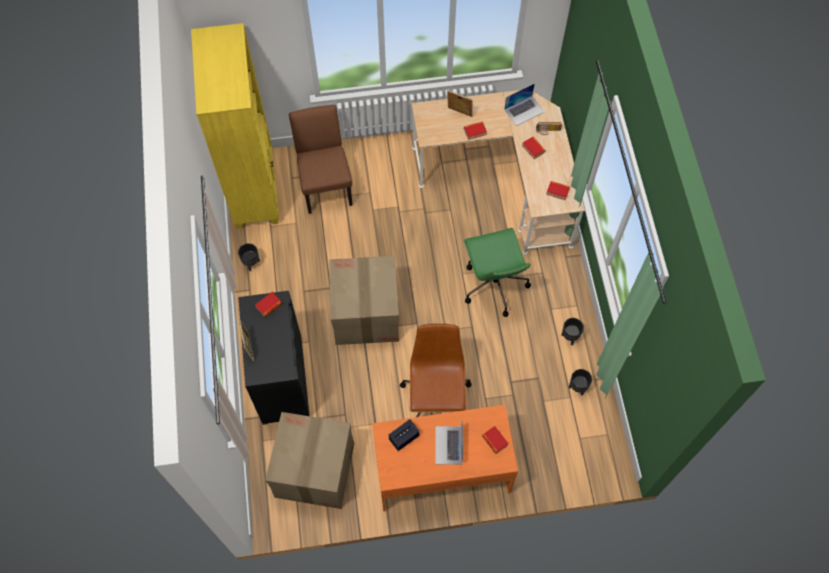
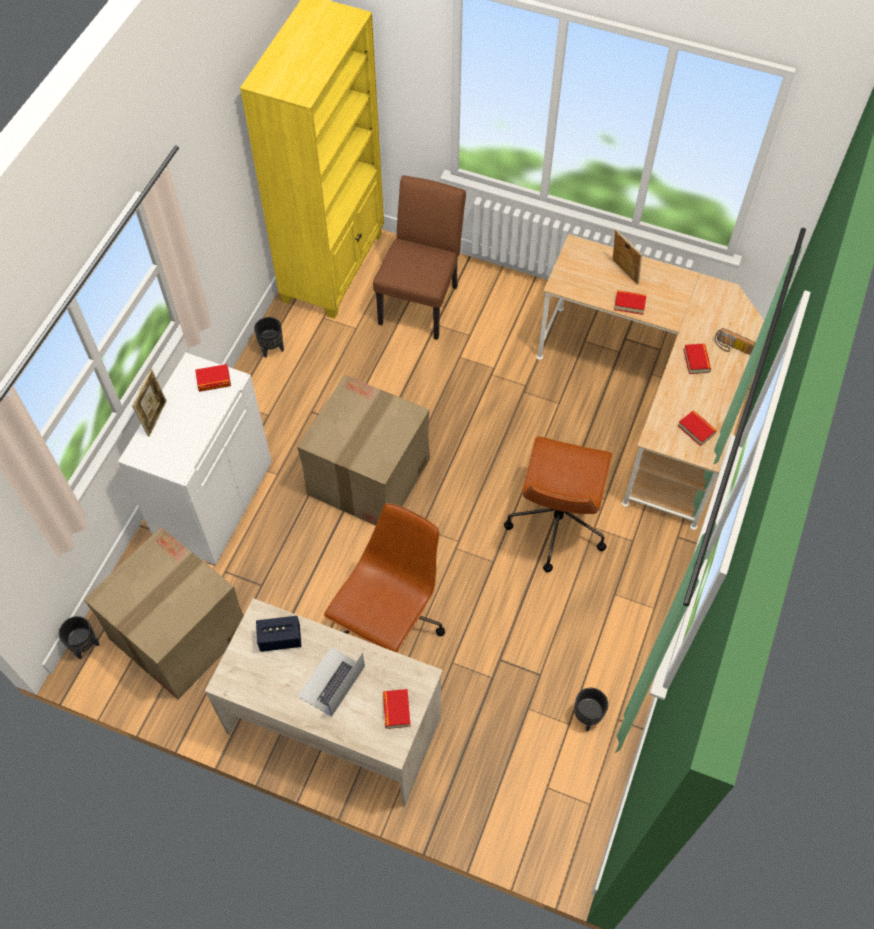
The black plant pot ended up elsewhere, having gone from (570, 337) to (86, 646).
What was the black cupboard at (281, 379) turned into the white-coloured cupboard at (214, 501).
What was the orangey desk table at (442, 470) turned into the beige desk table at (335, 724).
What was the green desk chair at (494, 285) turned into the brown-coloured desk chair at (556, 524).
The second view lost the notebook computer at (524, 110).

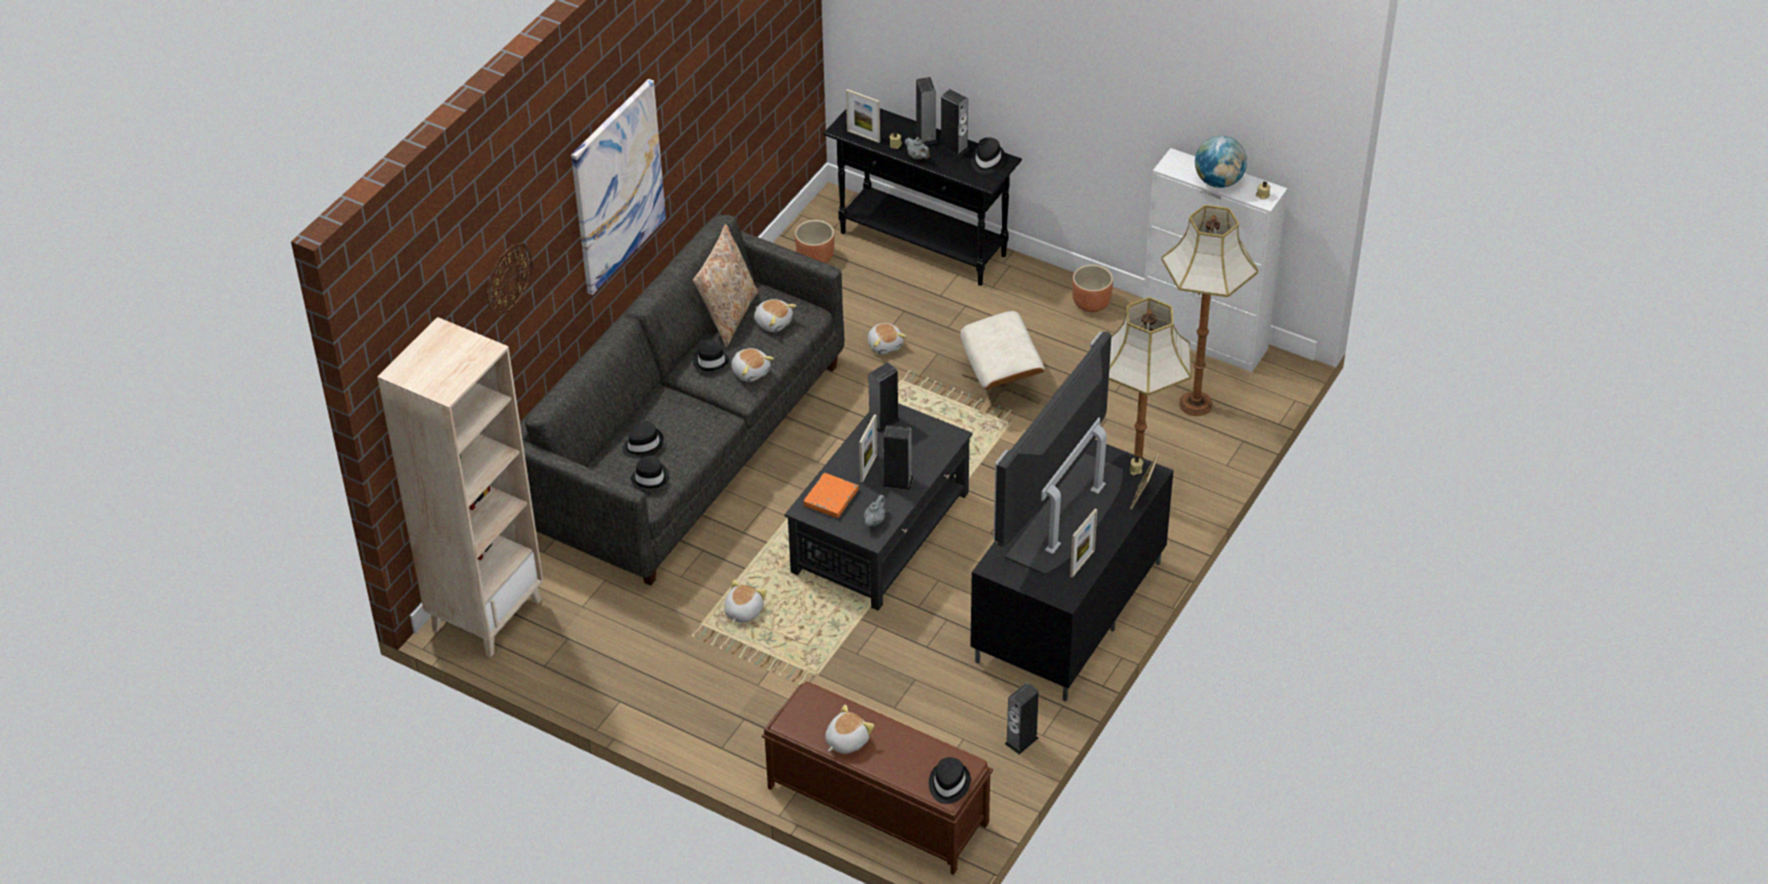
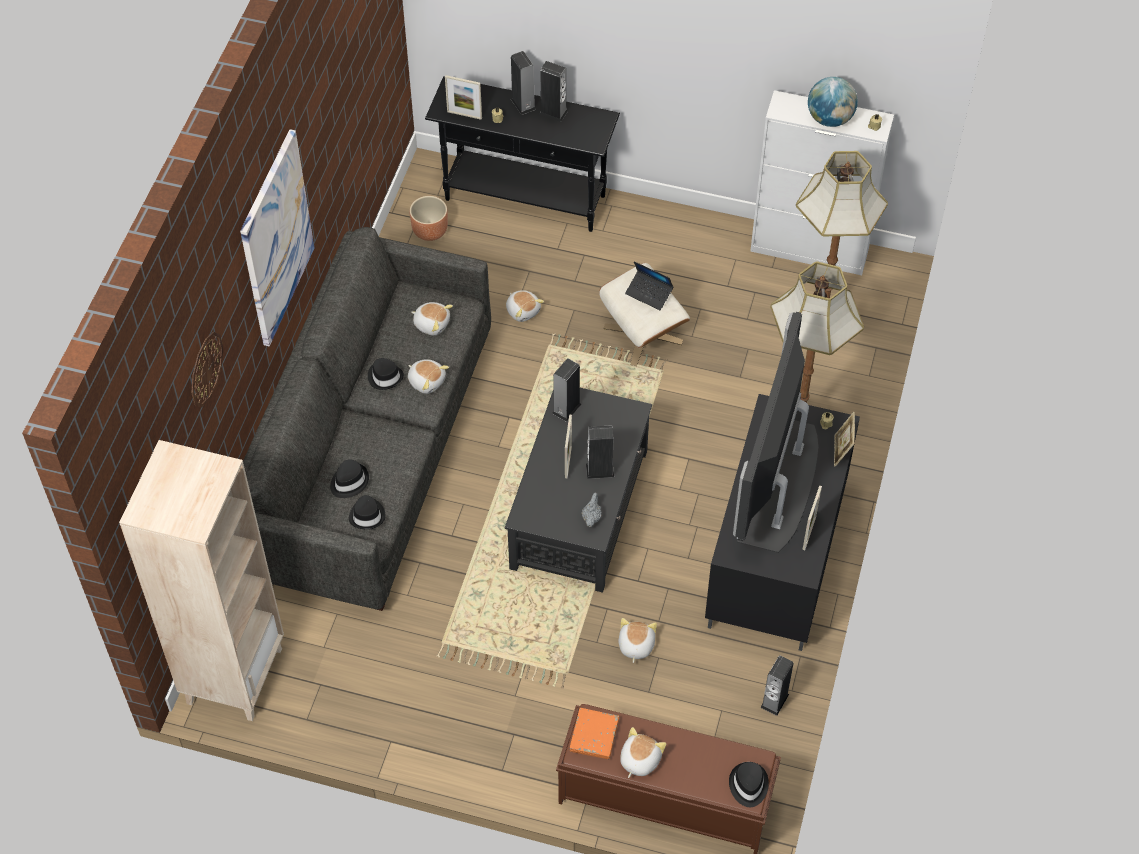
The orangey bound book ended up elsewhere, having gone from (831, 498) to (594, 735).
The plush toy ended up elsewhere, having gone from (742, 611) to (635, 645).
The second view gained the notebook computer at (649, 293).
The second view lost the beige cushion at (728, 315).
The second view lost the grey teapot at (917, 157).
The second view lost the black hat at (987, 161).
The second view lost the brown-coloured plant pot at (1090, 303).

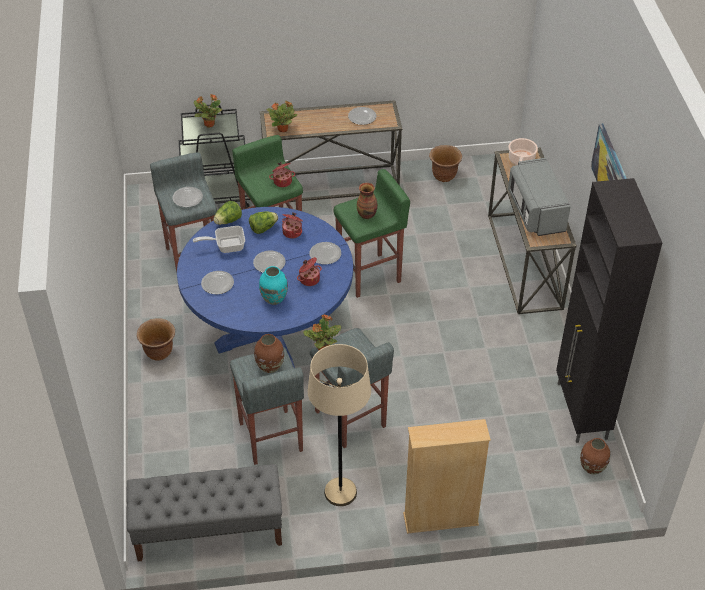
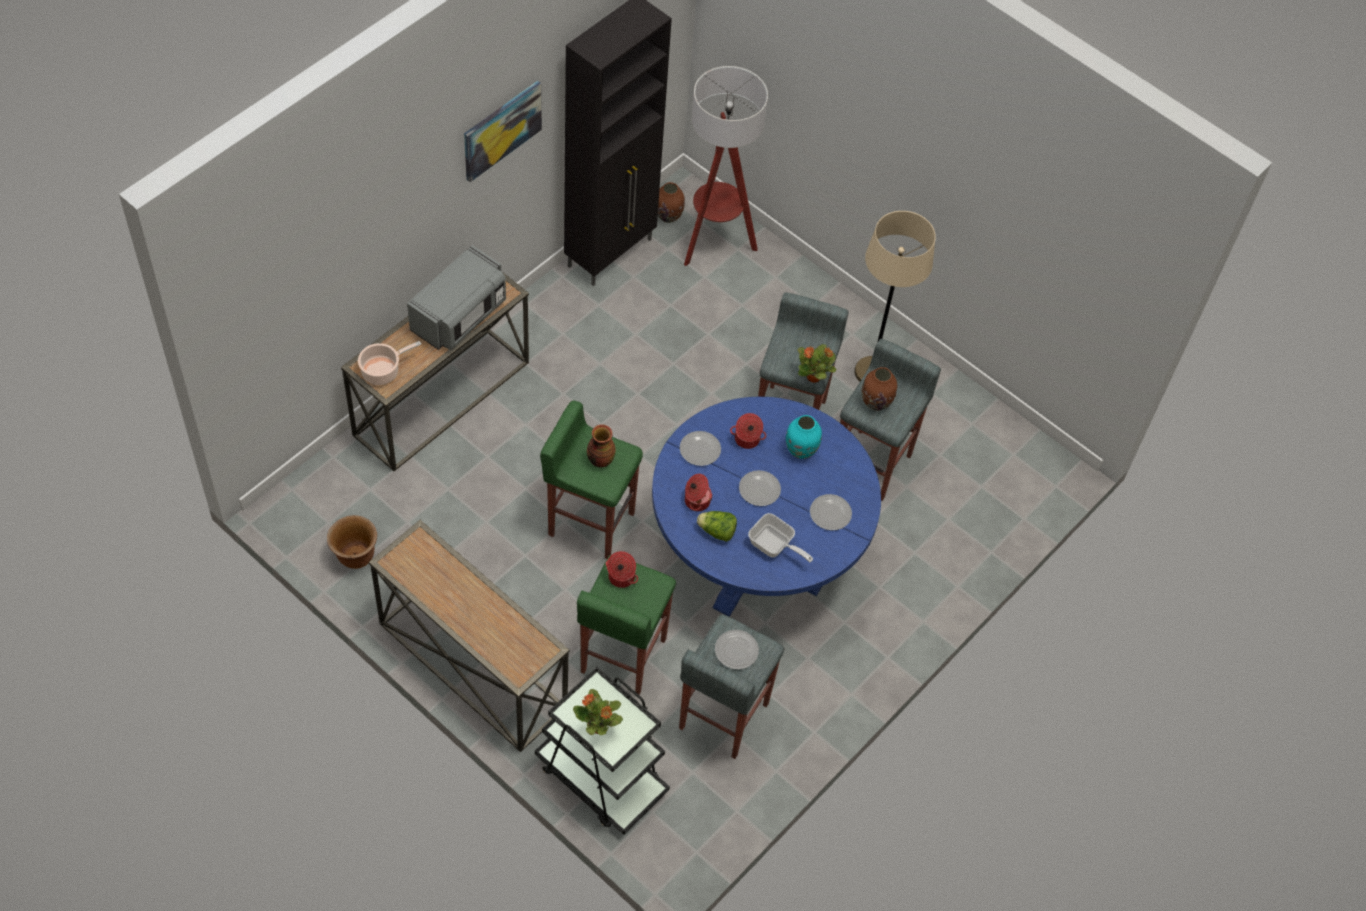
The second view gained the floor lamp at (714, 241).
The second view lost the grey indoor bench at (208, 530).
The second view lost the brown-coloured plant pot at (159, 352).
The second view lost the head of lettuce at (228, 221).
The second view lost the houseplant at (283, 129).
The second view lost the plate at (361, 117).
The second view lost the beige bookshelf at (440, 519).

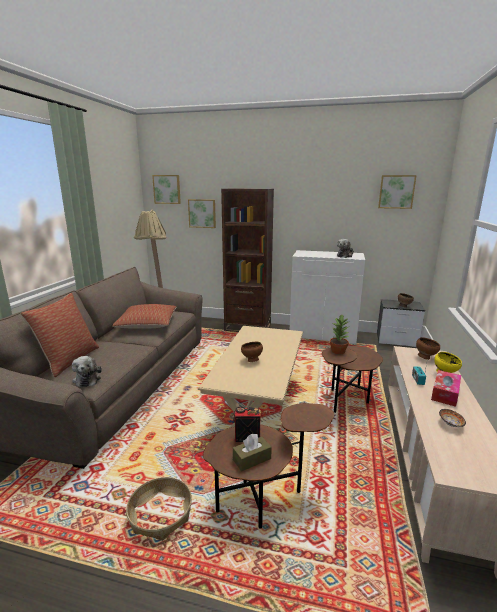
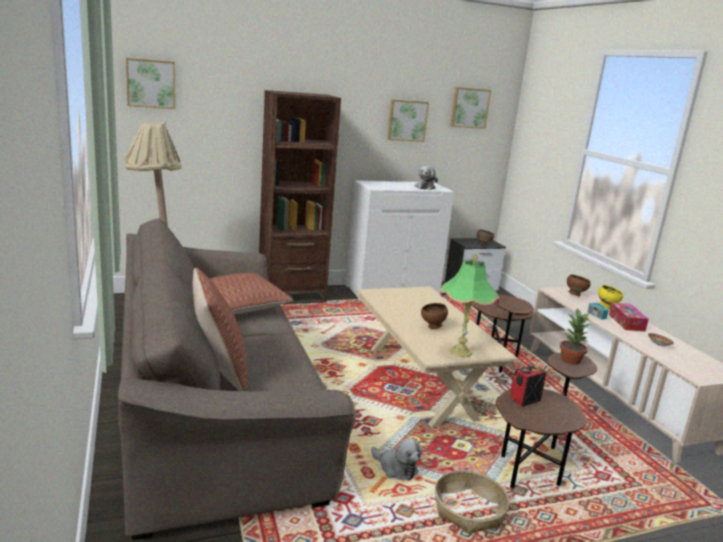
The plush toy ended up elsewhere, having gone from (87, 379) to (396, 468).
The picture ended up elsewhere, having gone from (202, 213) to (407, 120).
The second view gained the tabletop lamp at (460, 352).
The houseplant ended up elsewhere, having gone from (338, 351) to (571, 360).
The second view lost the brown-coloured tissue holder at (252, 459).

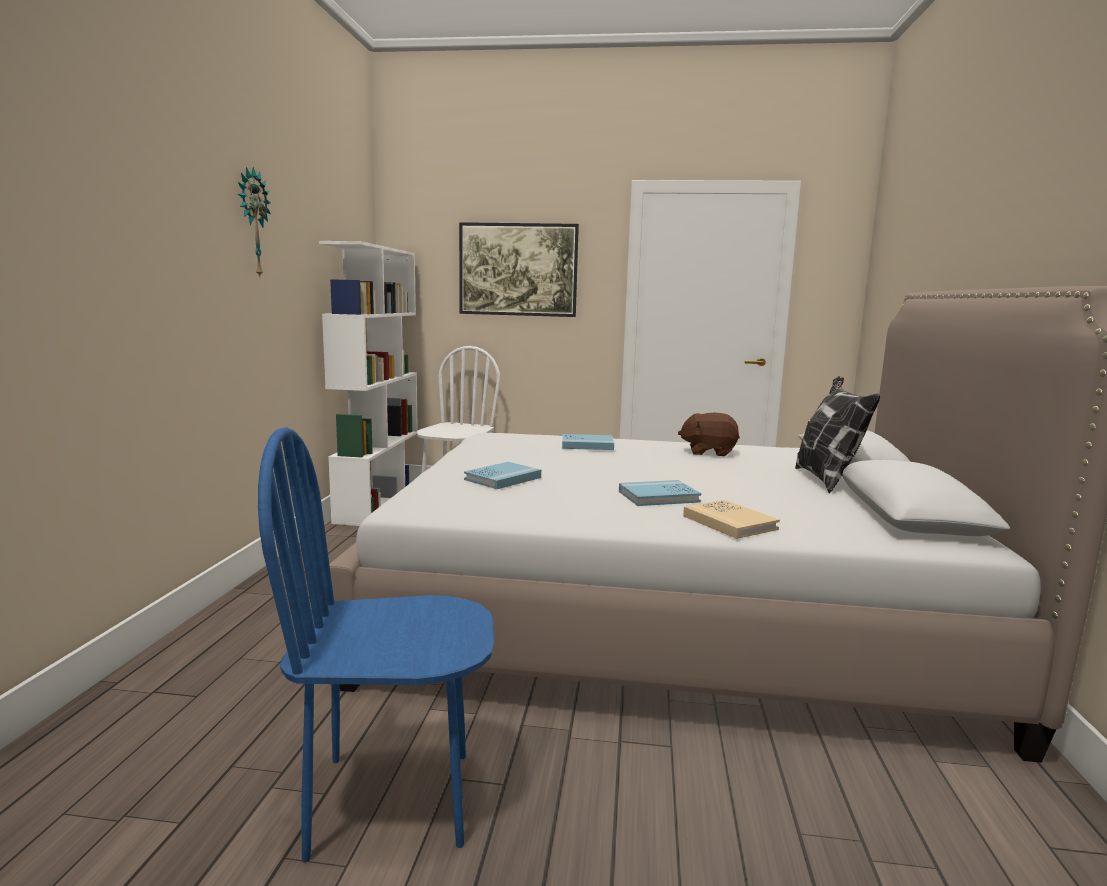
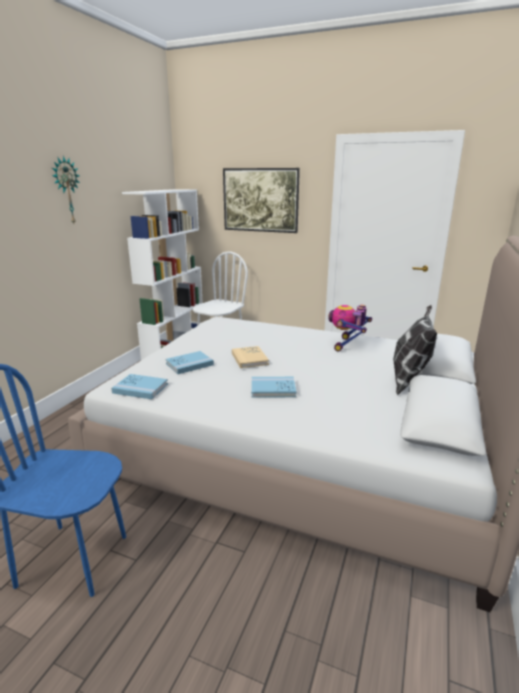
The blue bound book ended up elsewhere, having gone from (587, 445) to (140, 388).
The beige bound book ended up elsewhere, having gone from (729, 522) to (249, 359).
Where the brown-coloured plush toy stood at (708, 452), the robot figure came to stand at (347, 345).

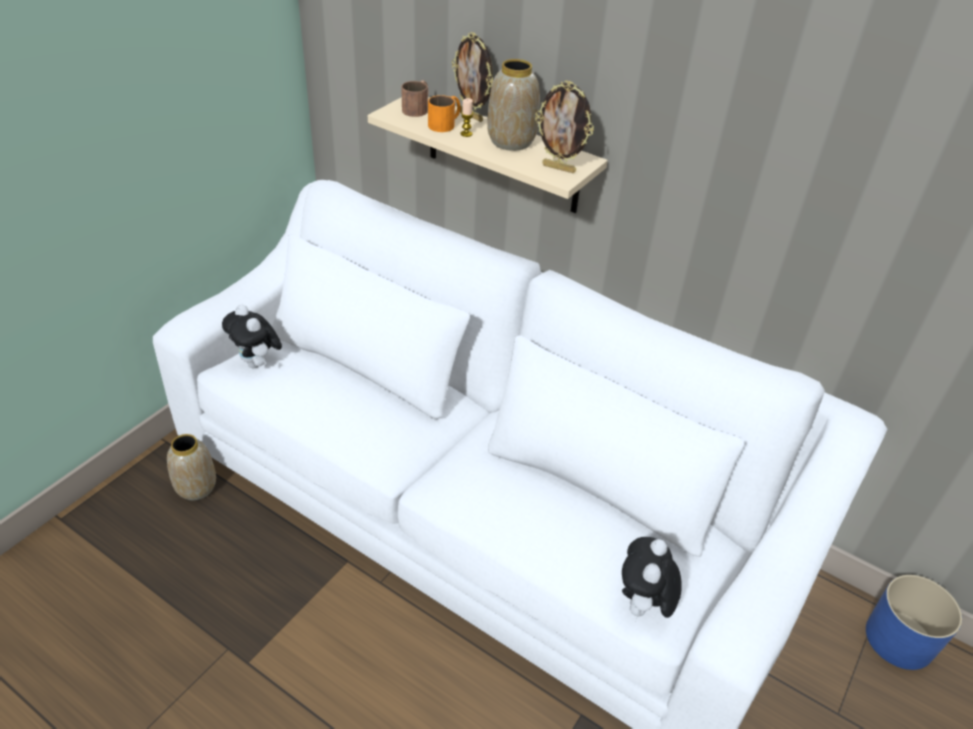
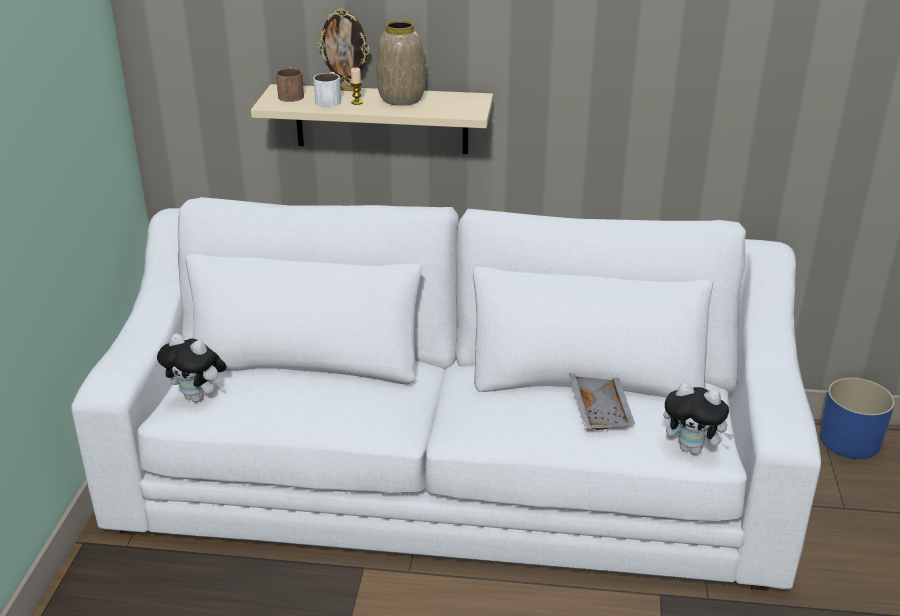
What was the orangey coffee mug at (446, 124) turned into the white-coloured coffee mug at (330, 99).
The second view gained the grey serving tray at (601, 406).
The plush toy at (643, 606) ended up facing another way, 60 degrees counterclockwise from before.
The second view lost the flower vase at (196, 488).
The second view lost the picture frame at (559, 168).

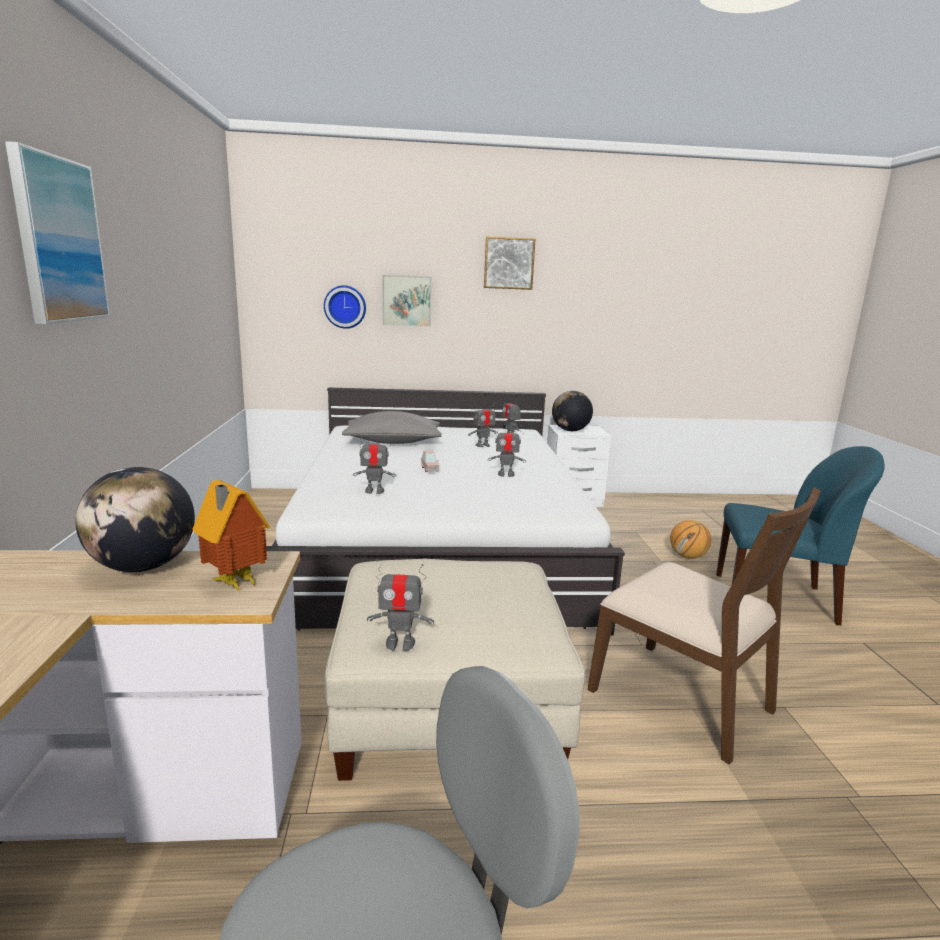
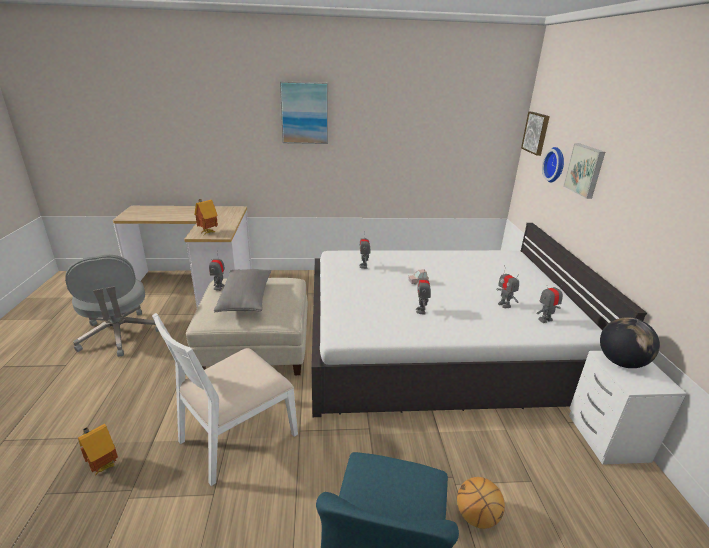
The second view gained the model house at (103, 466).
What was the brown-coloured chair at (683, 699) turned into the white-coloured chair at (236, 436).
The grey cushion ended up elsewhere, having gone from (393, 442) to (246, 300).
The picture ended up elsewhere, having gone from (508, 263) to (536, 133).
The second view lost the world globe at (143, 566).

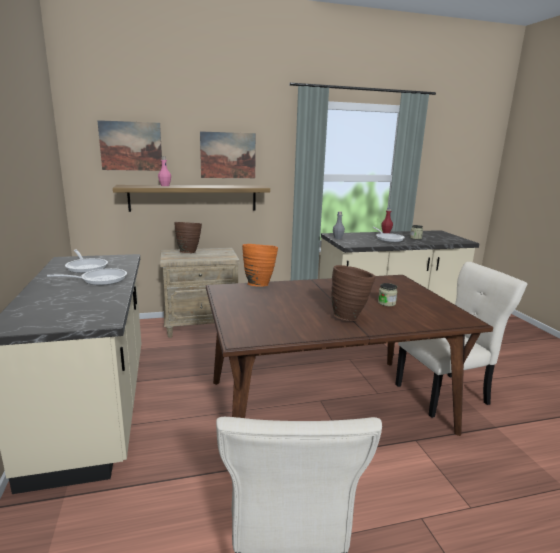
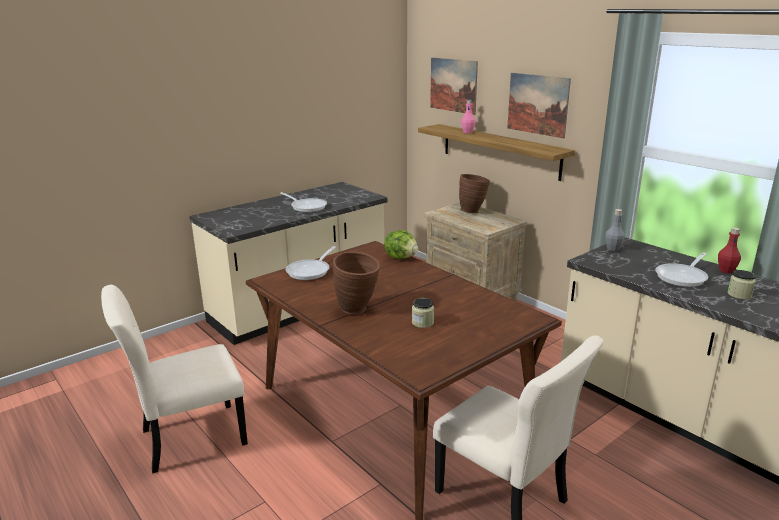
The frying pan ended up elsewhere, having gone from (86, 267) to (311, 271).
Where the orangey flower vase stood at (259, 284), the head of lettuce came to stand at (401, 257).

